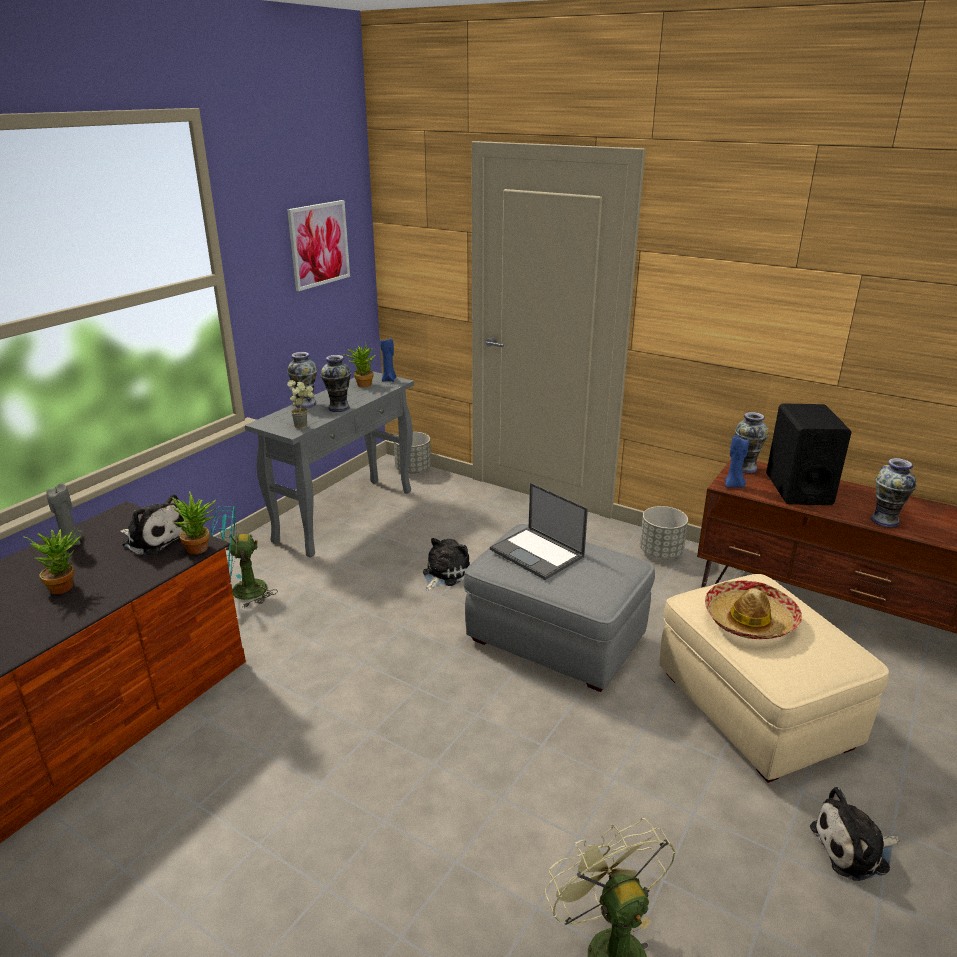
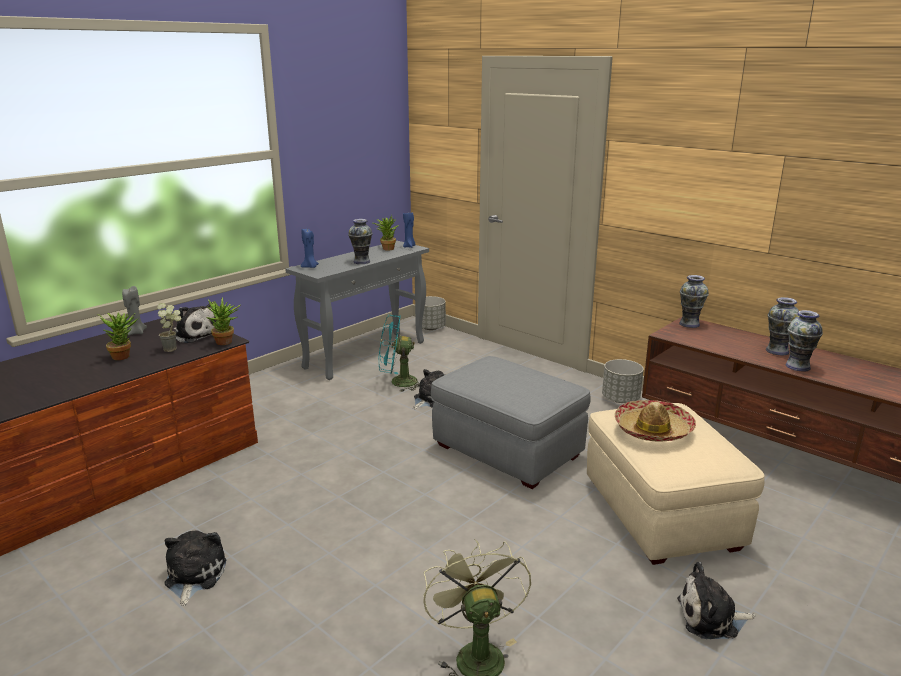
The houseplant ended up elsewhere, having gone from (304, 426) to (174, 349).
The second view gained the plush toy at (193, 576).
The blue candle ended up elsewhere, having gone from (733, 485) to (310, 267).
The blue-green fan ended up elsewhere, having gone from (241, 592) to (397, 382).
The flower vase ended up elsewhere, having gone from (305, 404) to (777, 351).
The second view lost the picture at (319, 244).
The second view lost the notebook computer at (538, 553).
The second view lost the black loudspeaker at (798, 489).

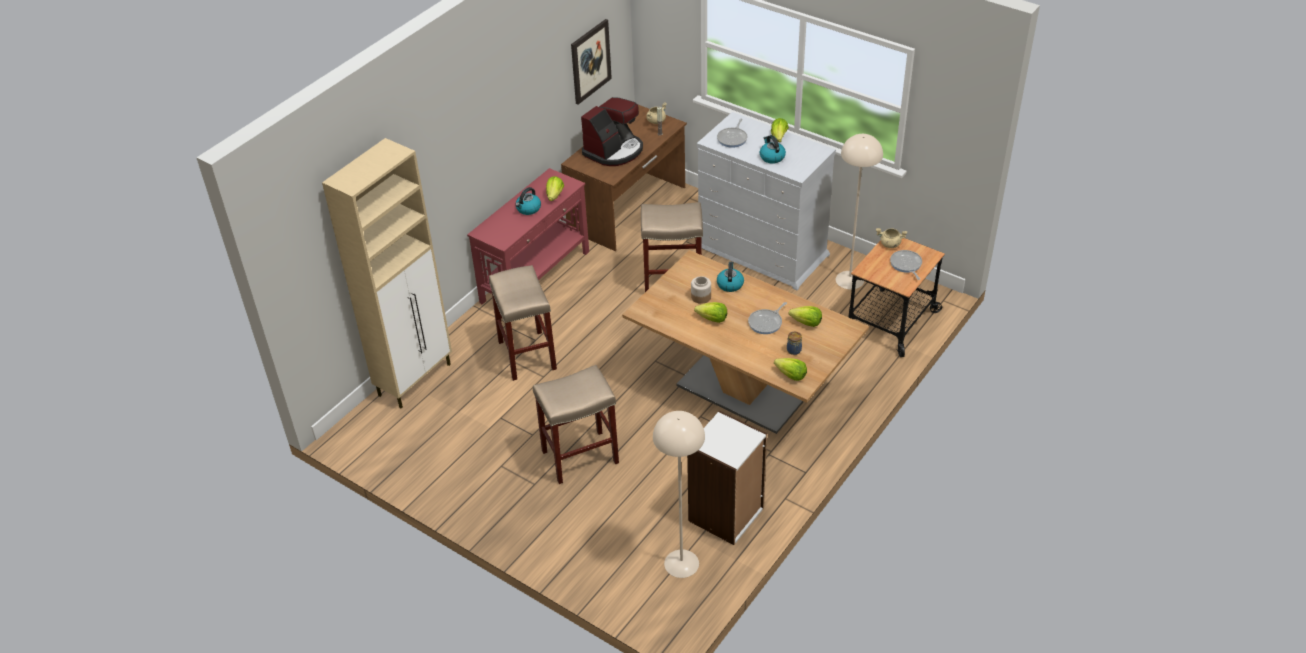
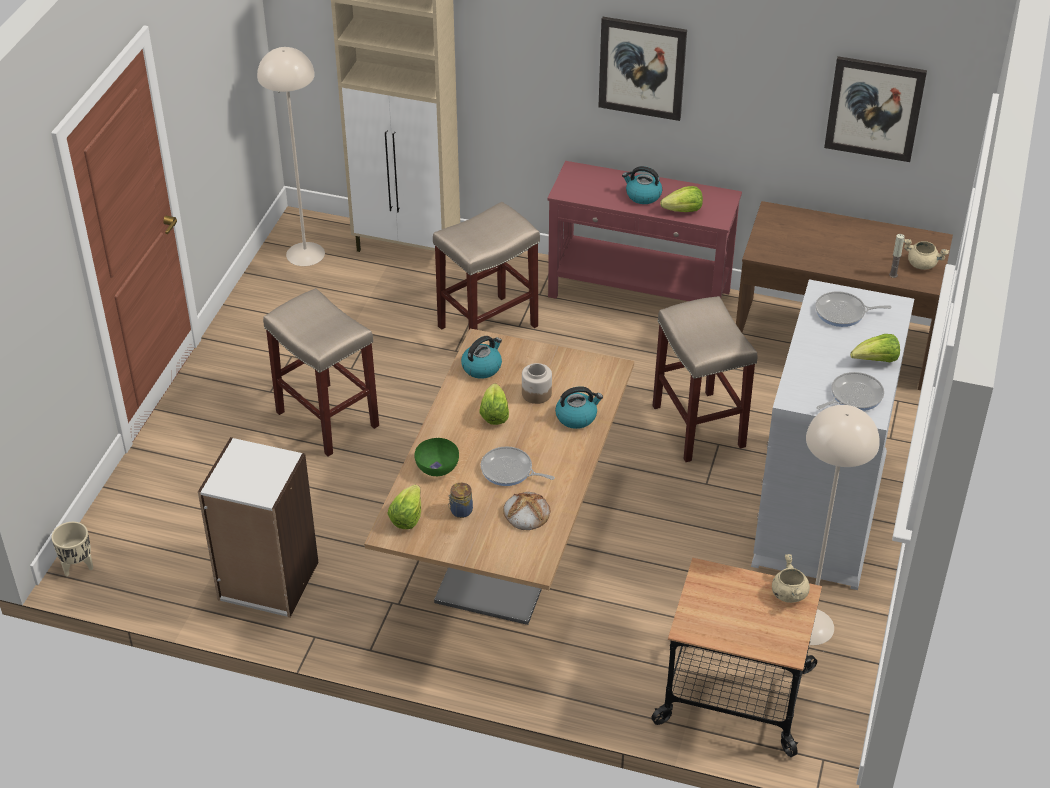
The second view gained the beige plant pot at (78, 567).
The beige floor lamp ended up elsewhere, having gone from (682, 563) to (305, 254).
The second view gained the green serving bowl at (437, 467).
The water kettle ended up elsewhere, having gone from (771, 157) to (482, 367).
Where the head of lettuce stood at (806, 323), the baked bread came to stand at (526, 513).
The second view gained the picture at (642, 68).
The frying pan ended up elsewhere, having gone from (906, 265) to (853, 396).
The second view lost the coffee machine at (614, 151).

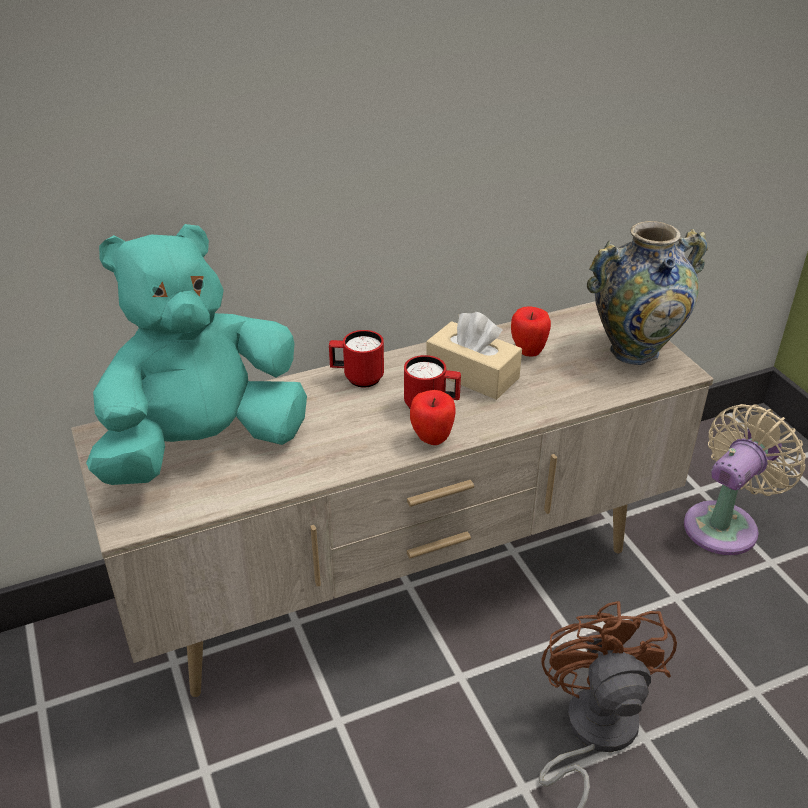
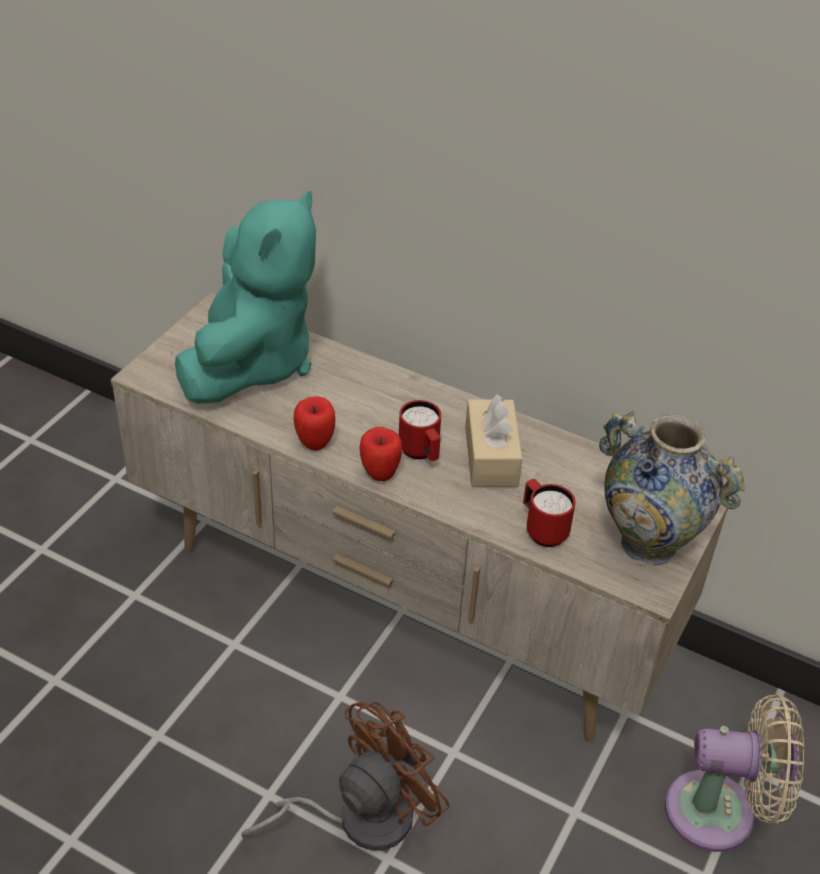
The blue-green plush toy at (204, 446) ended up facing another way, 90 degrees clockwise from before.
The apple ended up elsewhere, having gone from (528, 352) to (315, 443).
The reddish coffee mug ended up elsewhere, having gone from (357, 378) to (542, 530).

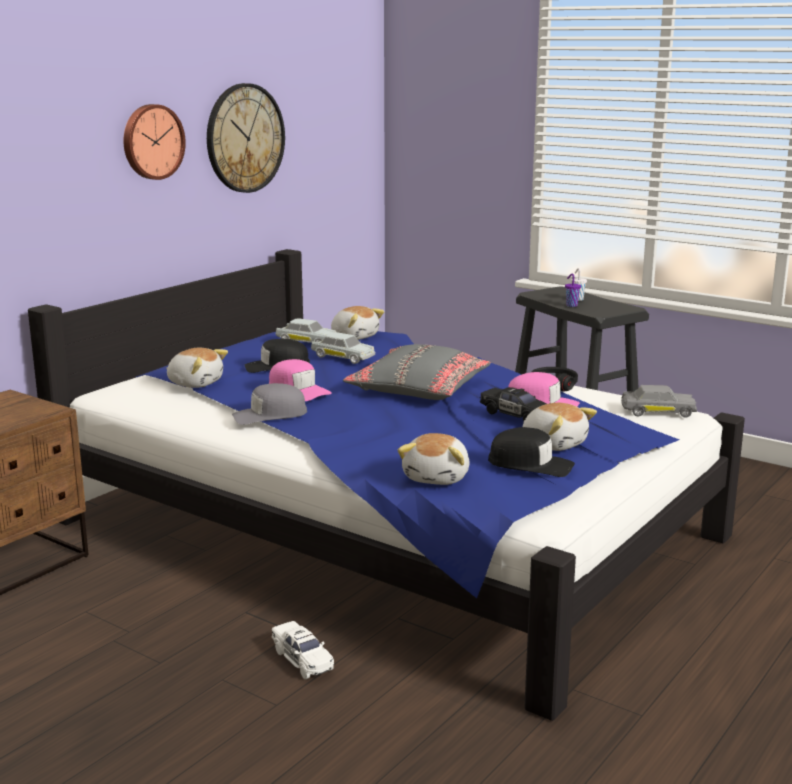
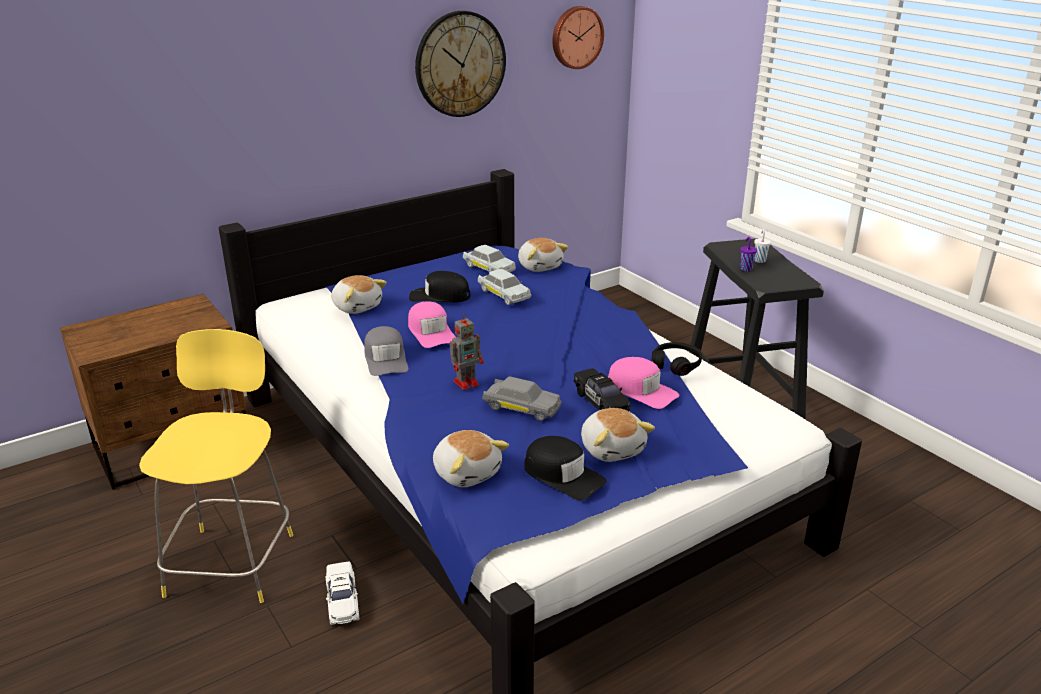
The second view gained the yellowish sitting stool at (232, 561).
The grey cap at (269, 415) ended up facing another way, 105 degrees counterclockwise from before.
The plush toy at (437, 477) ended up facing another way, 75 degrees counterclockwise from before.
The second view gained the robot figure at (467, 382).
The grey model car ended up elsewhere, having gone from (657, 412) to (521, 407).
The hanging clock ended up elsewhere, having gone from (152, 142) to (576, 37).
The second view lost the grey cushion at (418, 388).

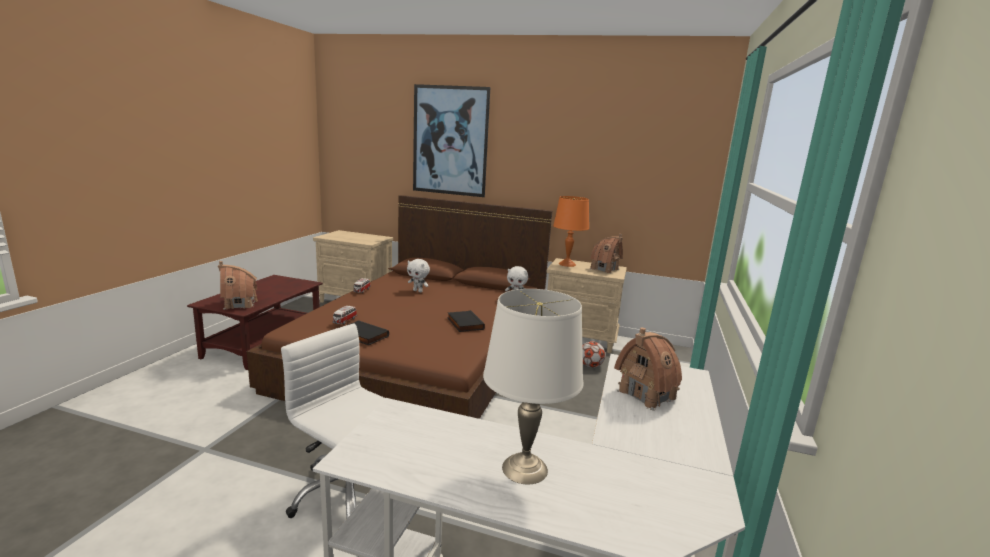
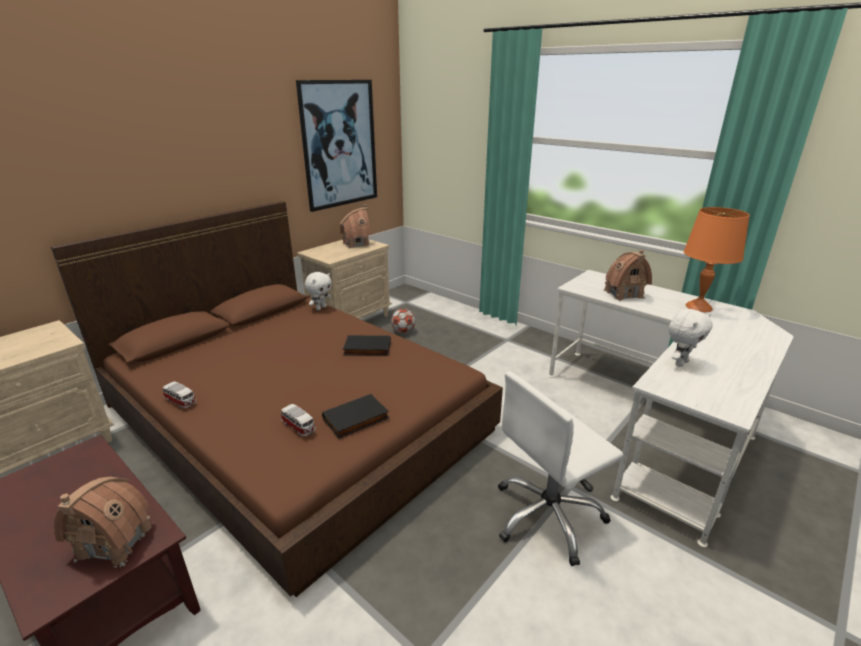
The picture ended up elsewhere, having gone from (450, 141) to (339, 145).
The white-coloured plush toy ended up elsewhere, having gone from (418, 291) to (680, 363).
The orangey tabletop lamp ended up elsewhere, having gone from (567, 264) to (699, 307).
The second view lost the white-coloured tabletop lamp at (525, 469).

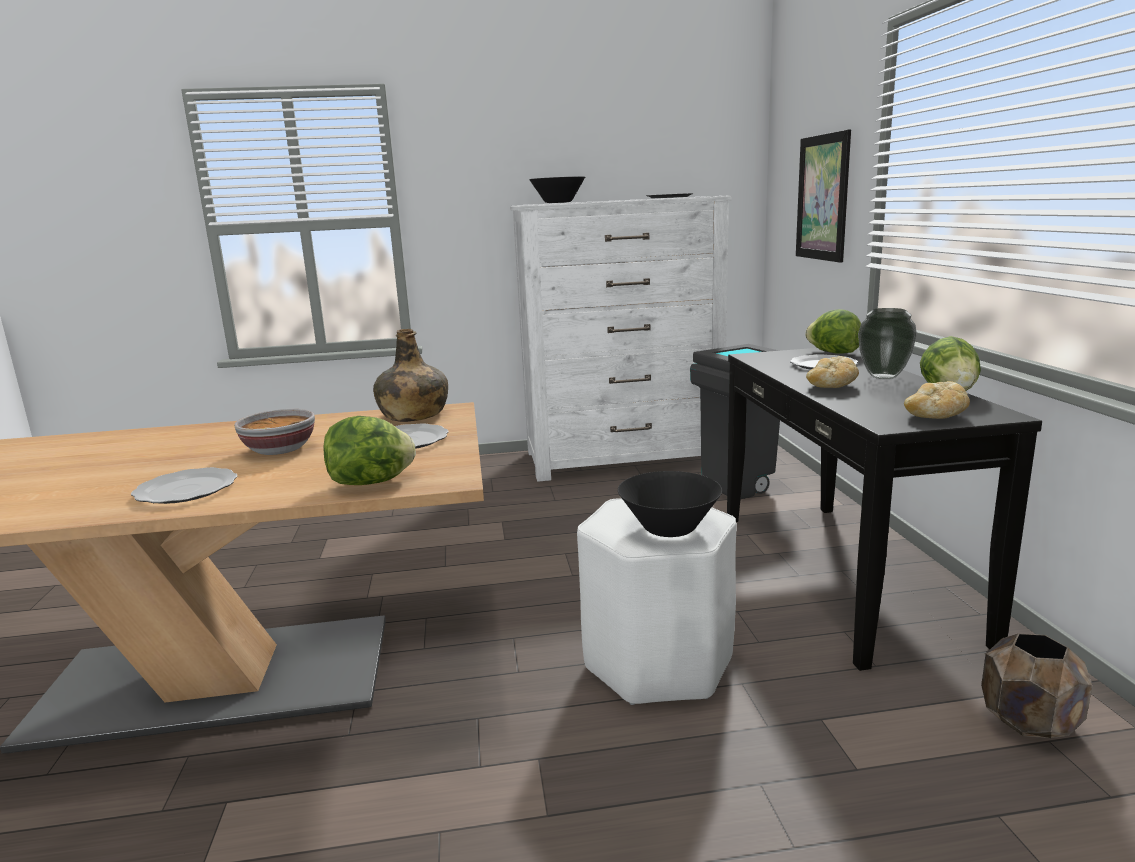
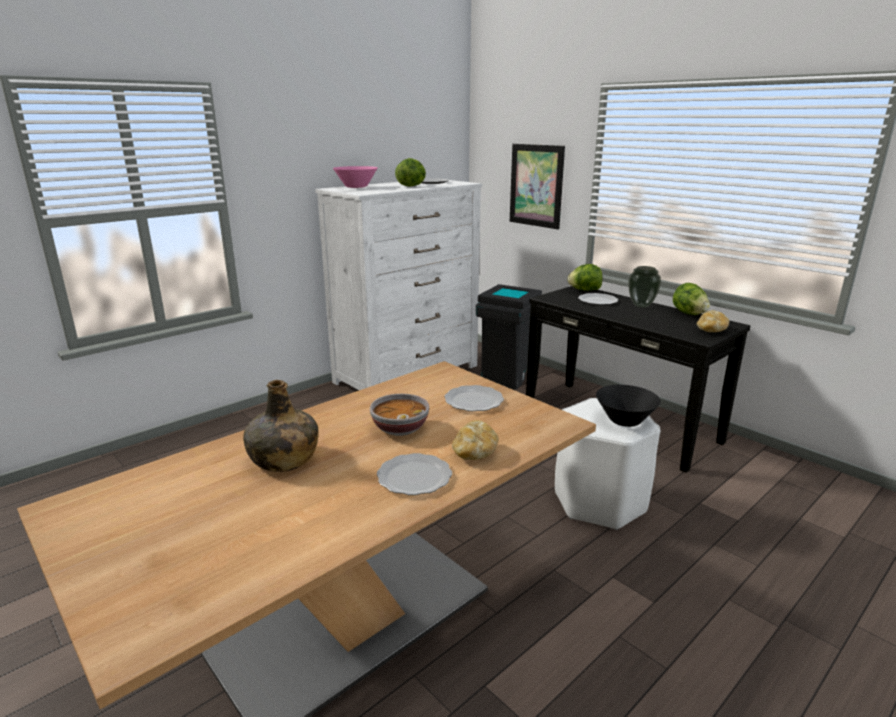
The green bottle ended up elsewhere, having gone from (413, 415) to (283, 459).
What was the black serving bowl at (558, 202) turned into the pinkish serving bowl at (356, 187).
The head of lettuce ended up elsewhere, having gone from (372, 482) to (412, 186).
The baked bread ended up elsewhere, having gone from (831, 387) to (474, 453).
The second view lost the brown-coloured plant pot at (1028, 722).

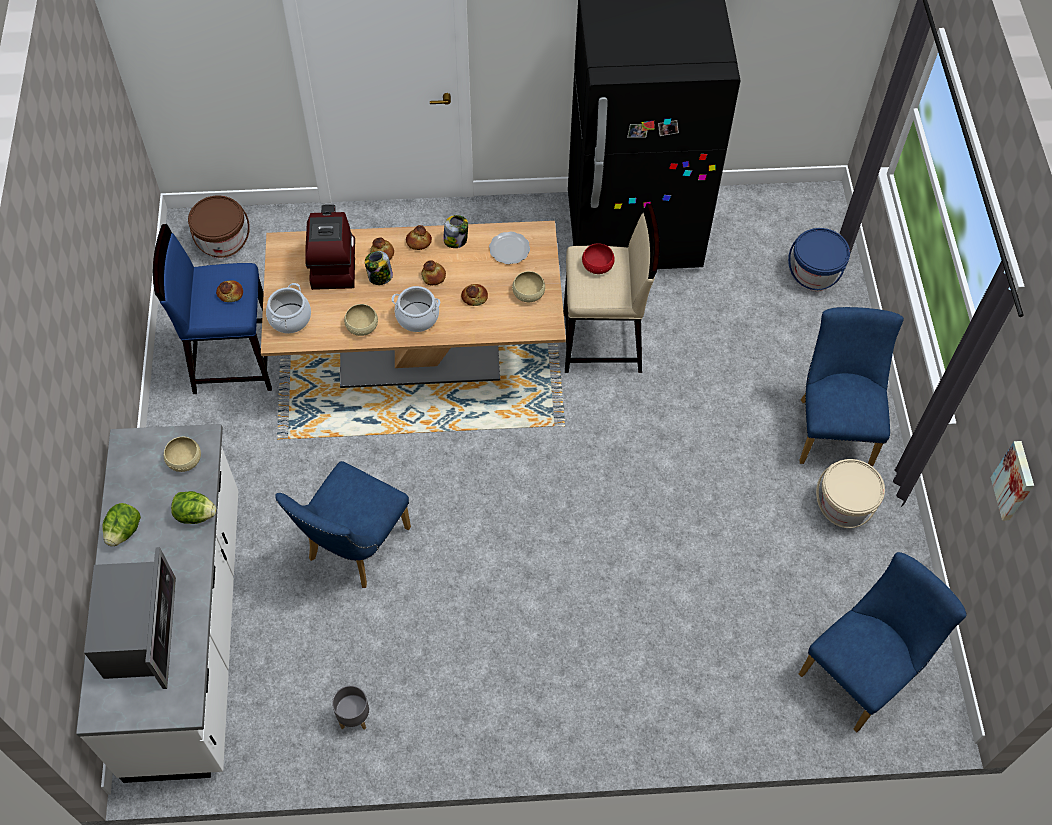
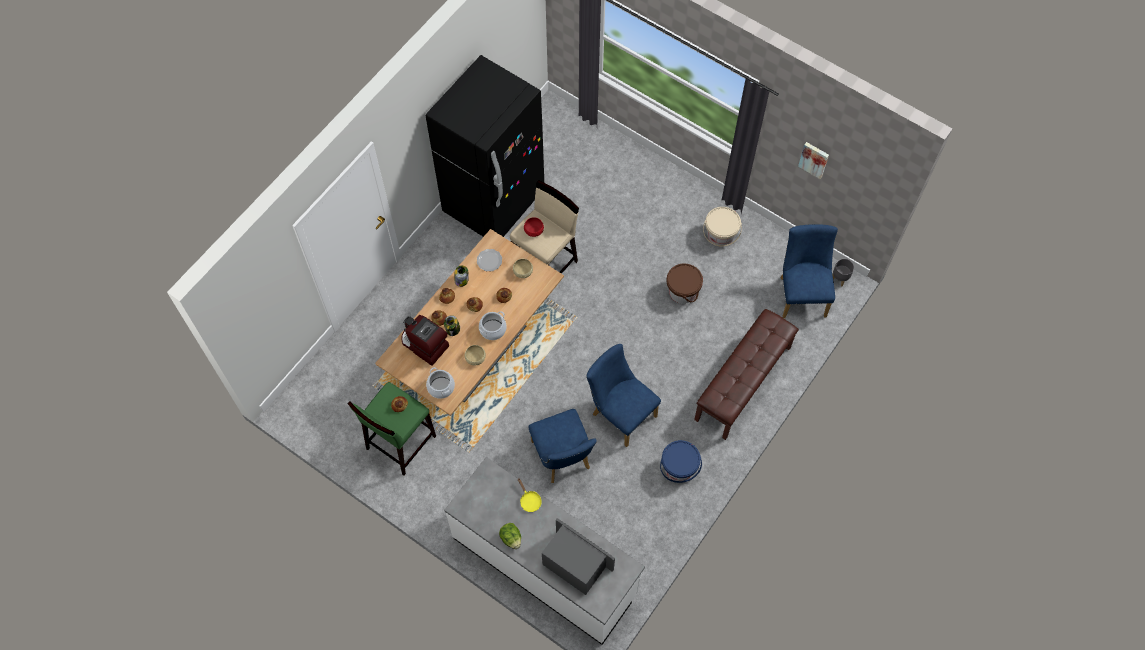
What was the blue sitting stool at (232, 361) turned into the green sitting stool at (400, 442).
Where the head of lettuce stood at (195, 514), the yellowish frying pan came to stand at (529, 500).
The blue chair ended up elsewhere, having gone from (834, 427) to (620, 412).
The blue pail ended up elsewhere, having gone from (814, 274) to (679, 468).
The brown-coloured pail ended up elsewhere, having gone from (223, 242) to (682, 291).
The second view gained the brown-coloured indoor bench at (743, 384).
The grey plant pot ended up elsewhere, having gone from (353, 717) to (839, 278).
The second view lost the beige serving bowl at (184, 459).

